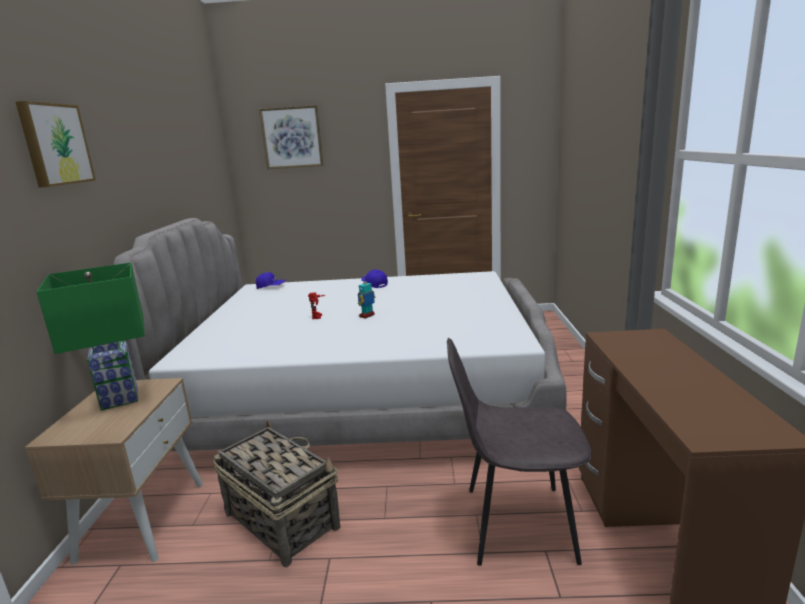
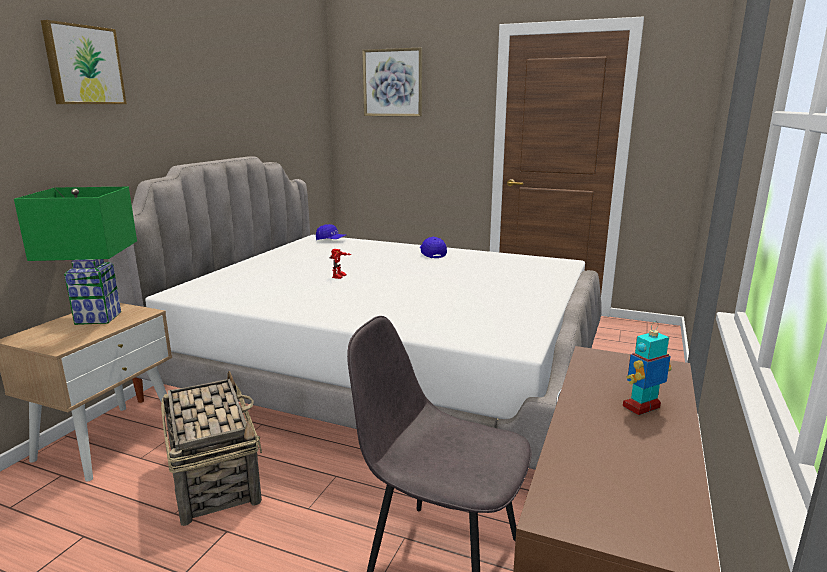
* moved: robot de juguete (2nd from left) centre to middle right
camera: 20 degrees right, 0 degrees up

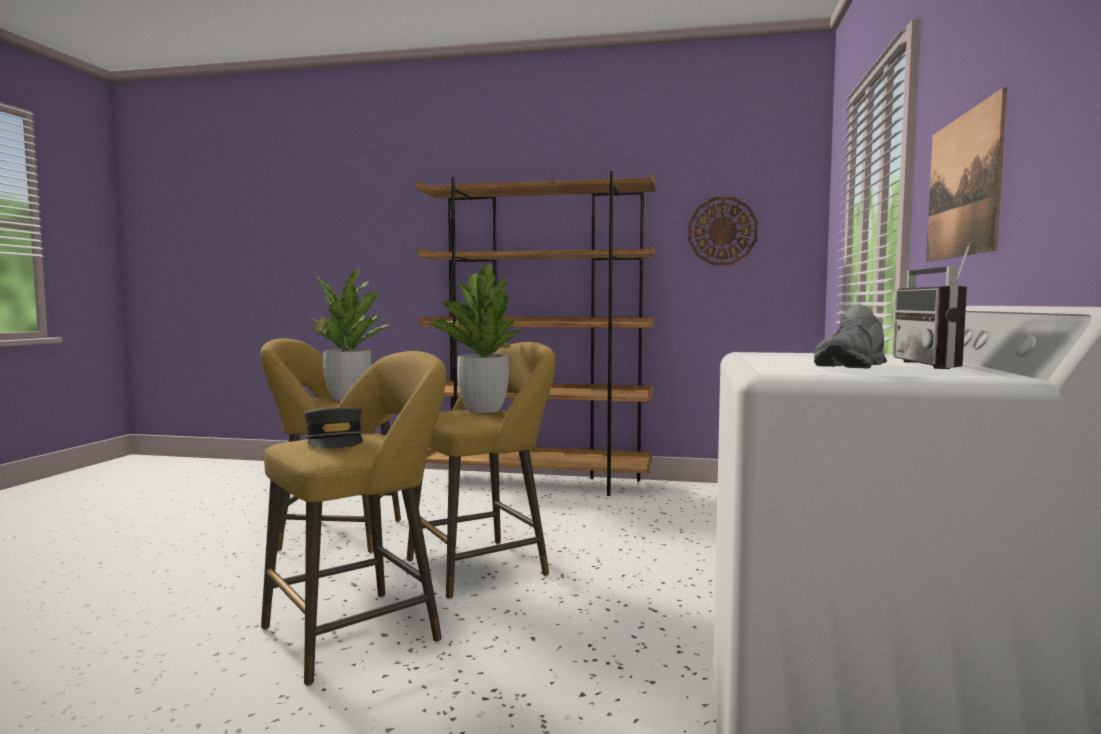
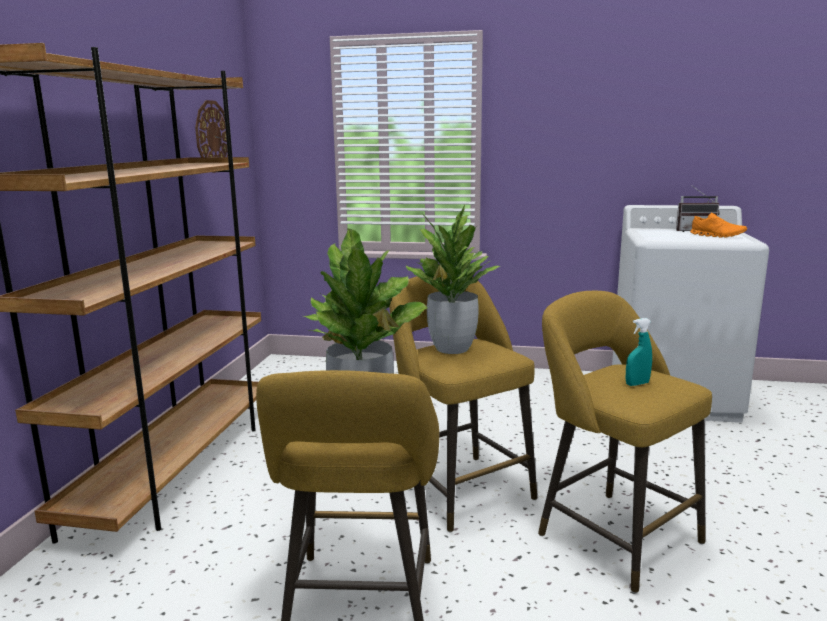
* replaced: gorra (gris) middle left to pulverizador (turquesa) middle right
* recoloured: zapato (gris) middle right to zapato (naranja) middle right
* removed: cuadro top right
camera: 90 degrees left, 10 degrees up

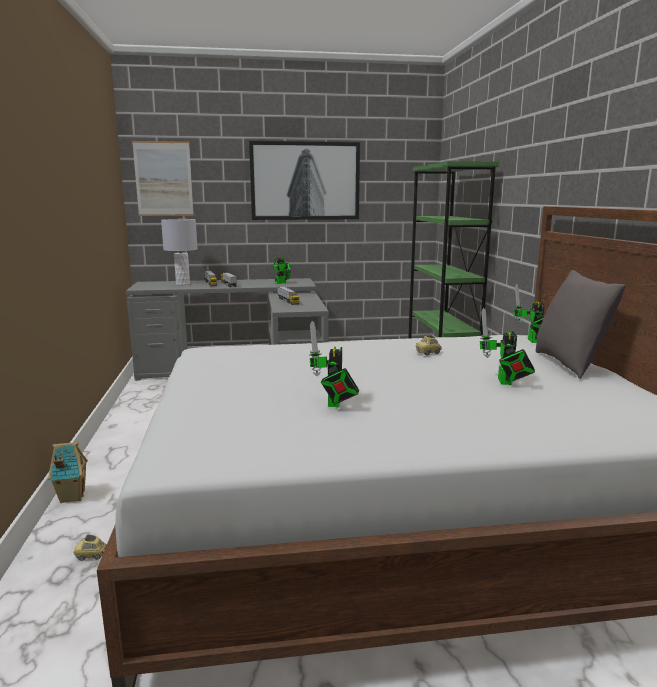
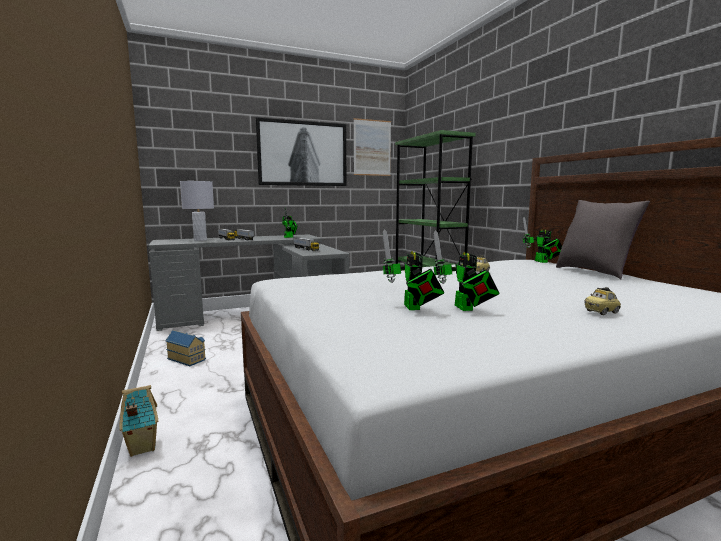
* moved: coche de juguete (1st from left in the first image) bottom left to coche de juguete (2nd from left) middle right
* moved: cuadro (1st from left in the first image) top left to cuadro (2nd from left) top centre
* moved: robot de juguete (3rd from left in the first image) middle right to robot de juguete (2nd from left) centre
* added: casita (2nd from left) middle left
camera: 15 degrees left, 5 degrees down

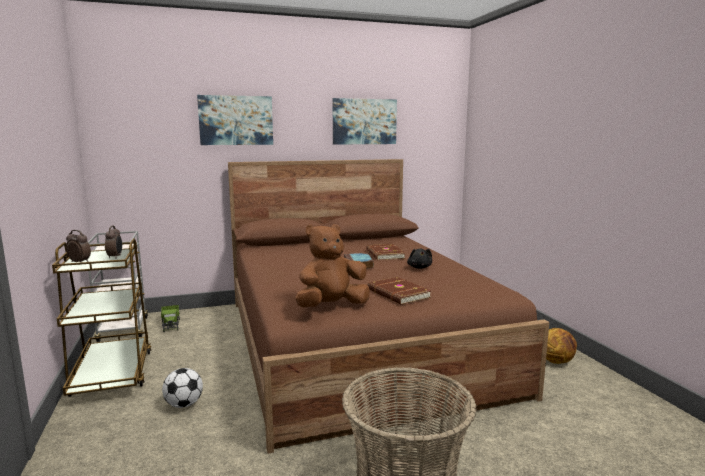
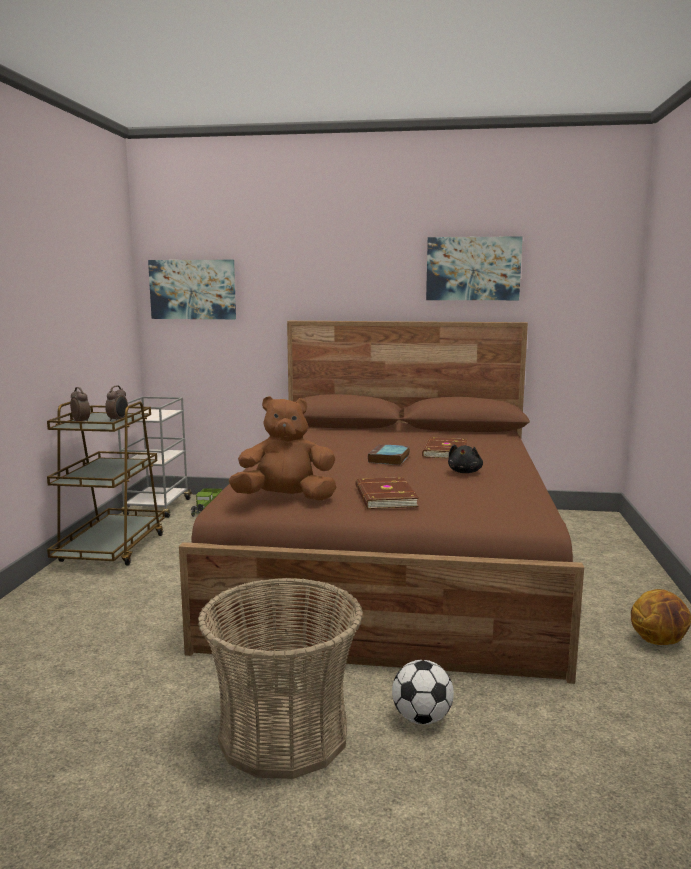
* moved: balón de fútbol bottom left to bottom centre
* moved: cuadro (1st from left) top centre to top left
camera: 25 degrees right, 0 degrees up

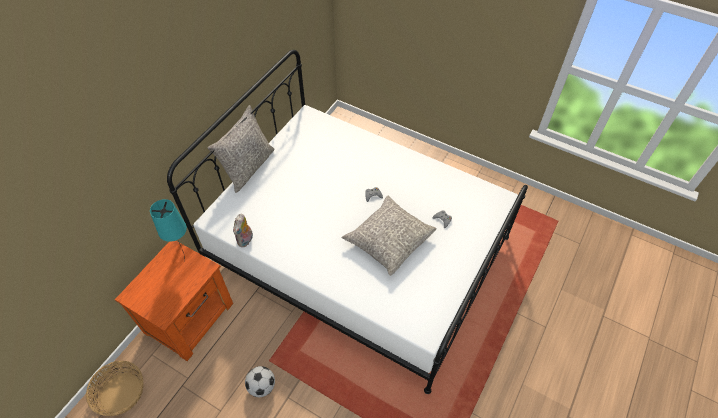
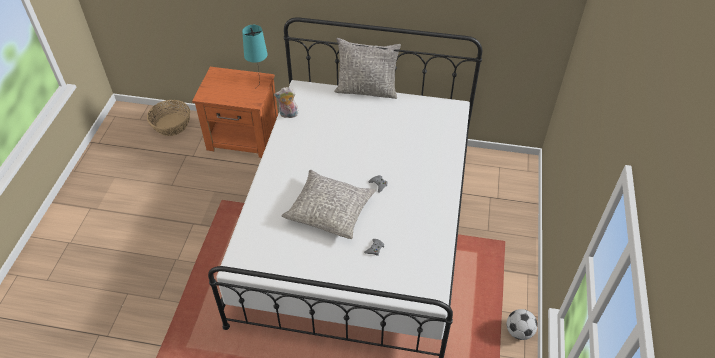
* moved: balón de fútbol bottom centre to bottom right
camera: 70 degrees right, 5 degrees down

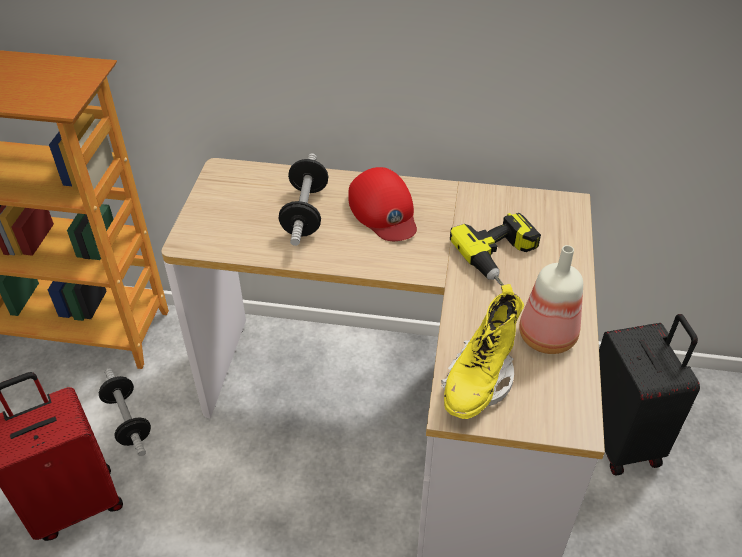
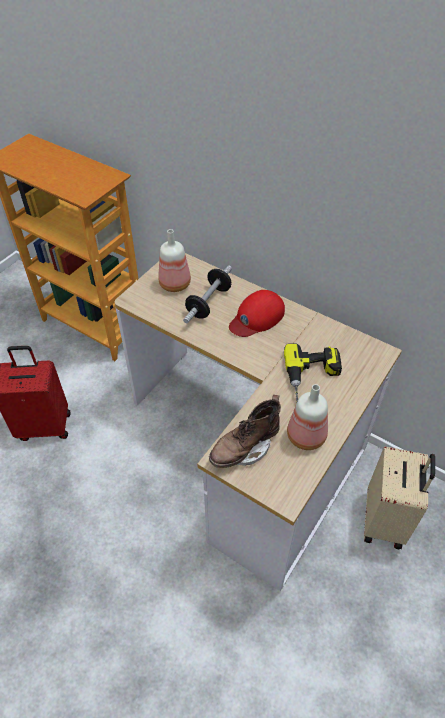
* removed: mancuerna (1st from left) bottom left
* turned: gorra (rojo) centre = centre 45 degrees clockwise
* recoloured: bota (amarillo) centre to bota (marrón) centre
* recoloured: maleta (negro) bottom right to maleta (beis) bottom right
* added: botella (1st from left) centre
camera: 25 degrees right, 5 degrees up

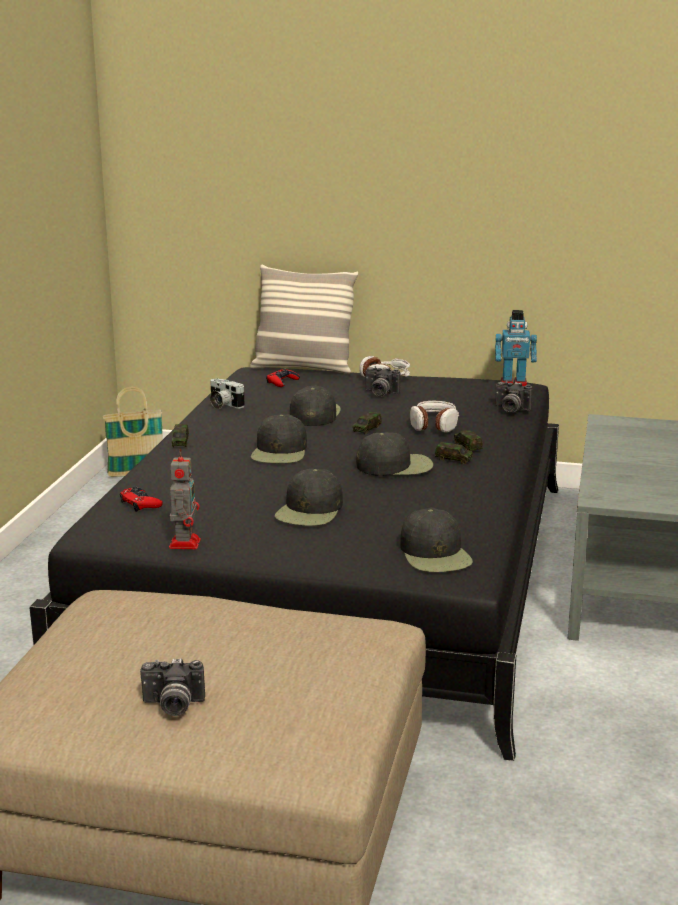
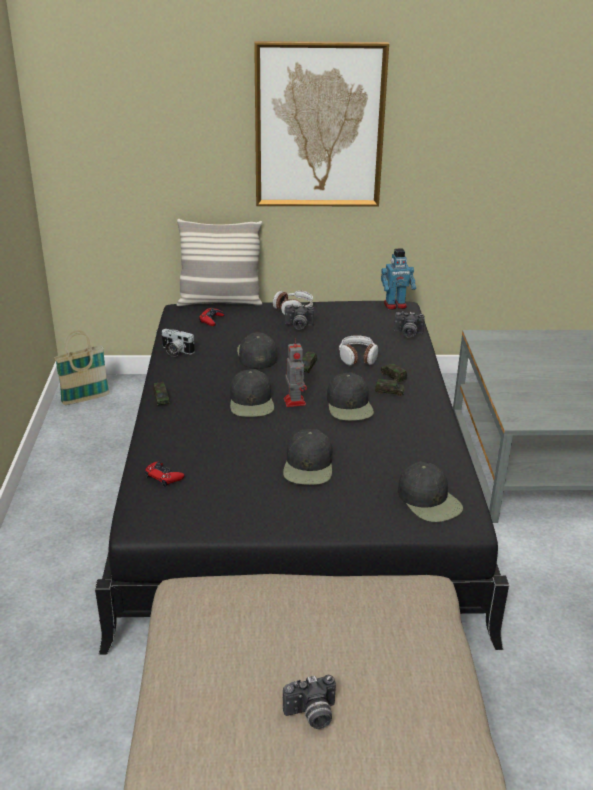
* moved: robot de juguete (1st from left) middle left to centre
* turned: gorra (negro) (4th from left) centre = centre 105 degrees clockwise
* added: cuadro top centre
camera: 15 degrees left, 10 degrees up

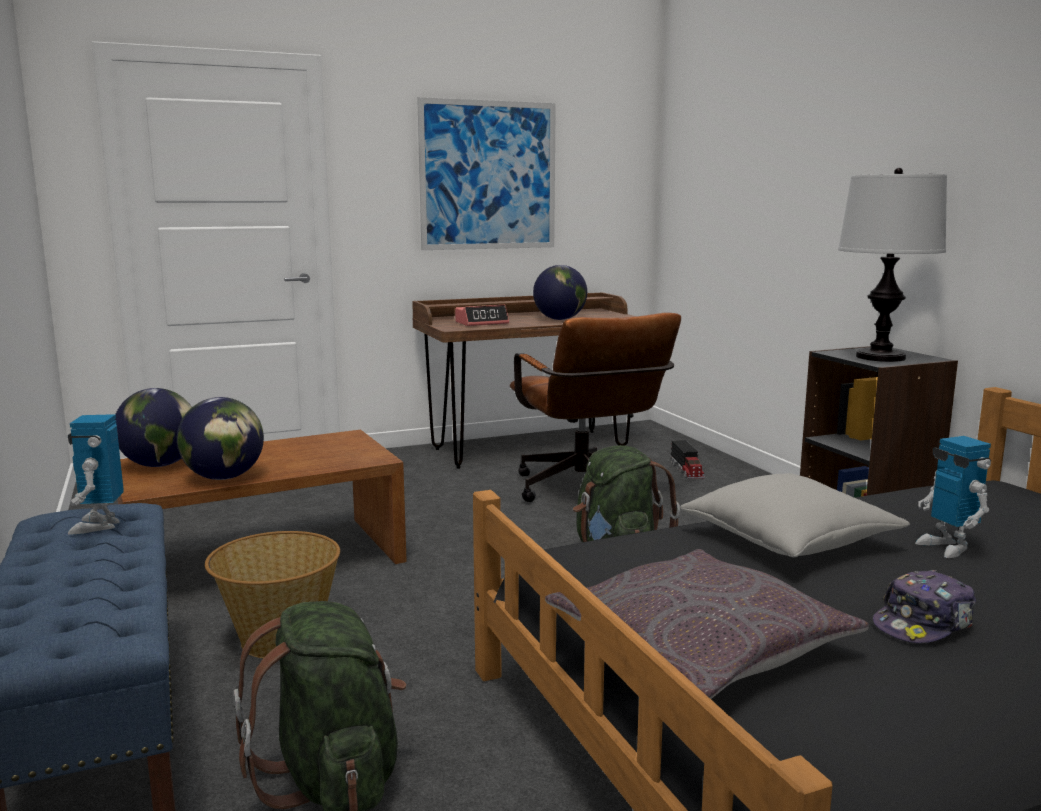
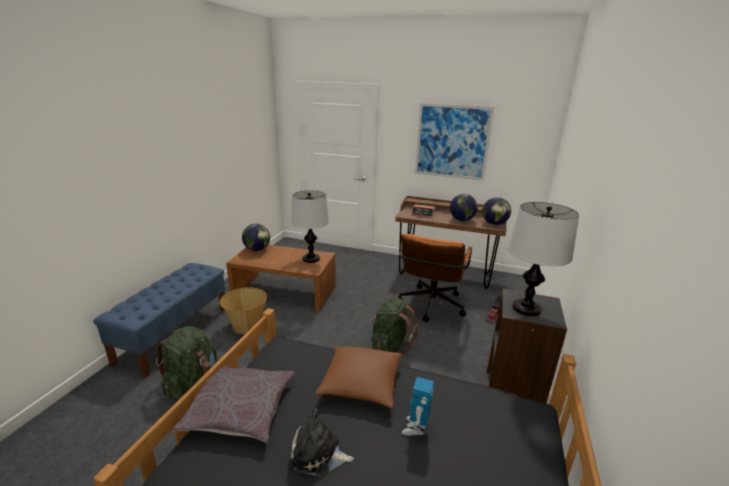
* removed: robot de juguete (1st from left) middle left
* moved: globo terráqueo (2nd from left in the first image) middle left to globo terráqueo (3rd from left) middle right
* recoloured: cojín (gris) (2nd from left) middle right to cojín (marrón) bottom centre
* replaced: gorra bottom right to peluche bottom centre
* added: lámpara de mesa (1st from left) centre
camera: 40 degrees right, 10 degrees up

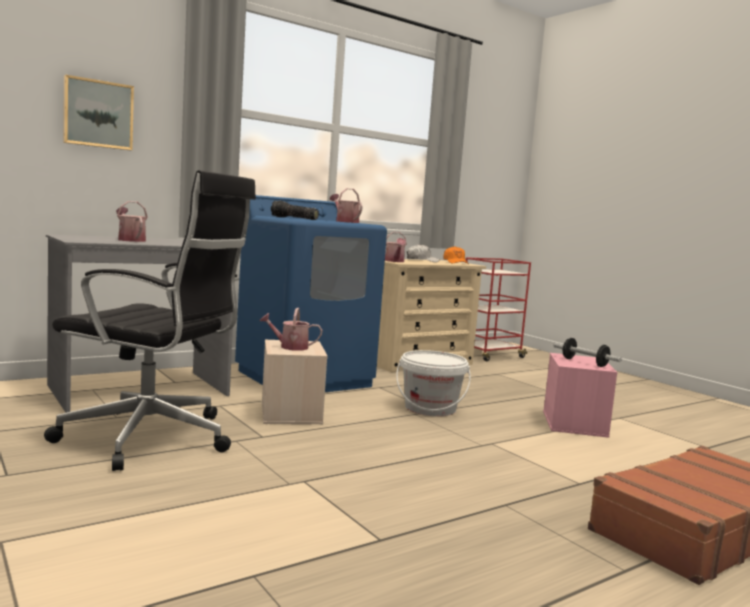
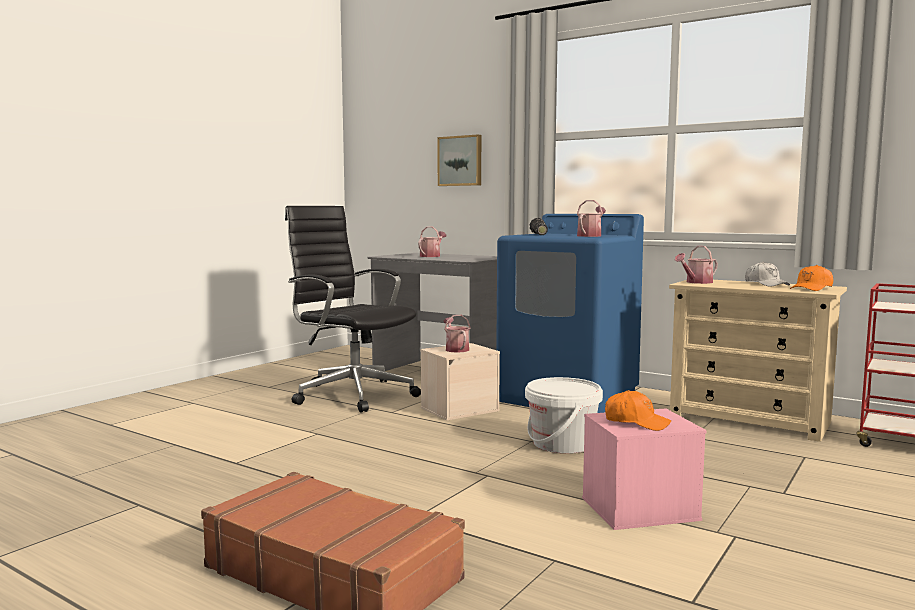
* turned: silla de oficina (negro) middle left = centre 135 degrees clockwise
* replaced: mancuerna middle right to gorra (naranja) (1st from left) bottom right
camera: 70 degrees right, 0 degrees up

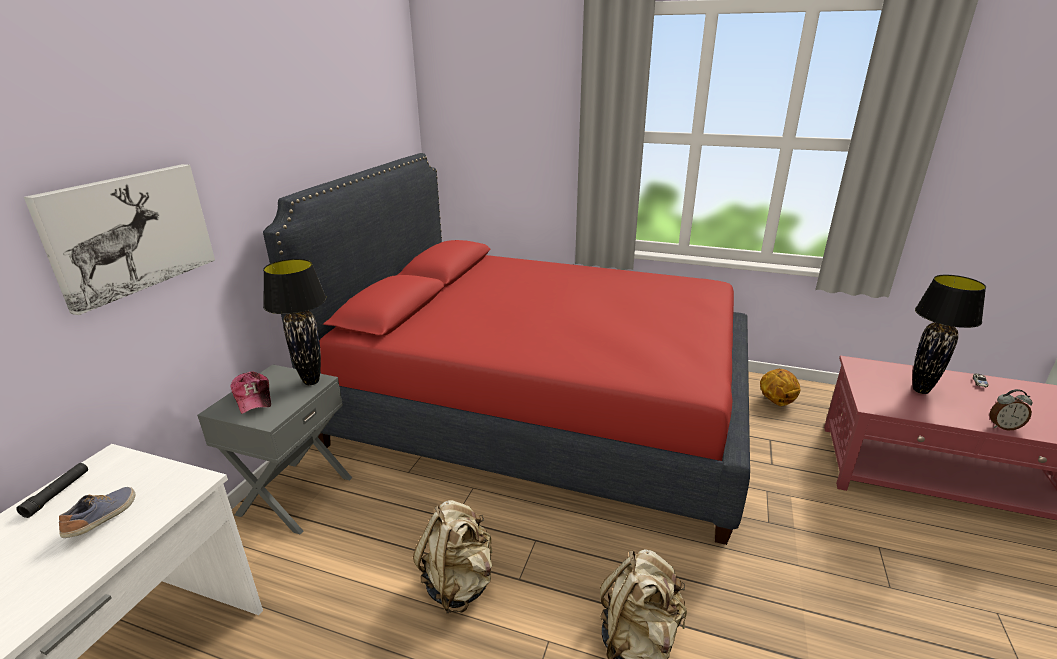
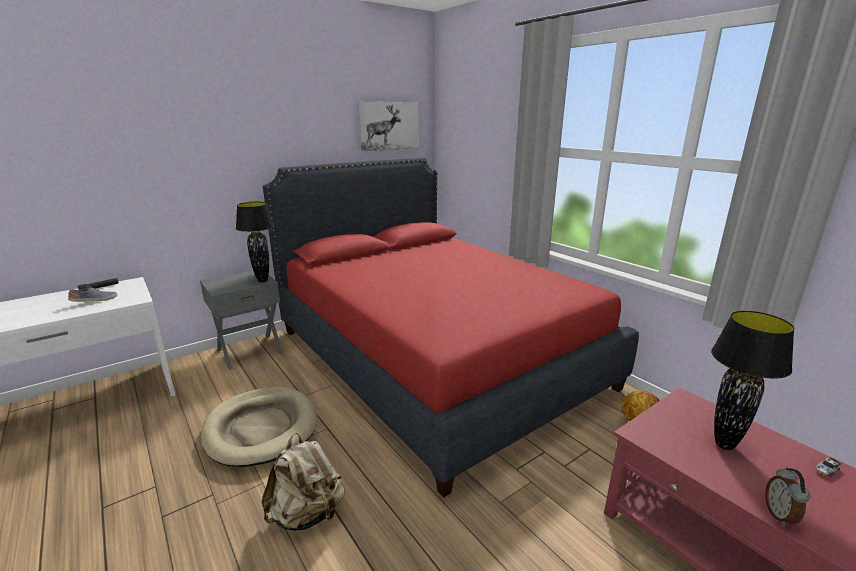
* moved: cuadro middle left to top centre
* removed: gorra middle left
* replaced: mochila (beis) (1st from left) bottom centre to cama para perro (beis) bottom left
* turned: despertador middle right = bottom right 60 degrees clockwise
camera: 35 degrees right, 5 degrees down

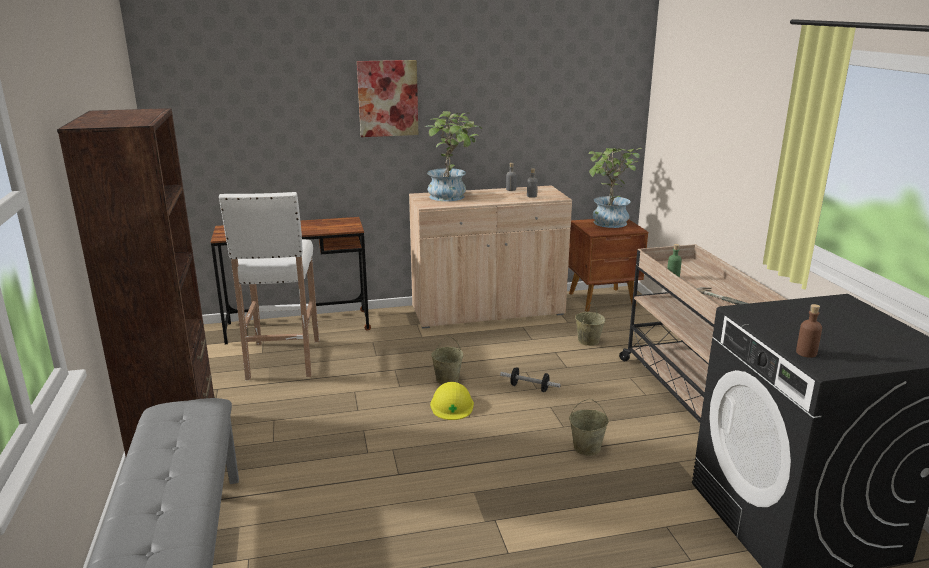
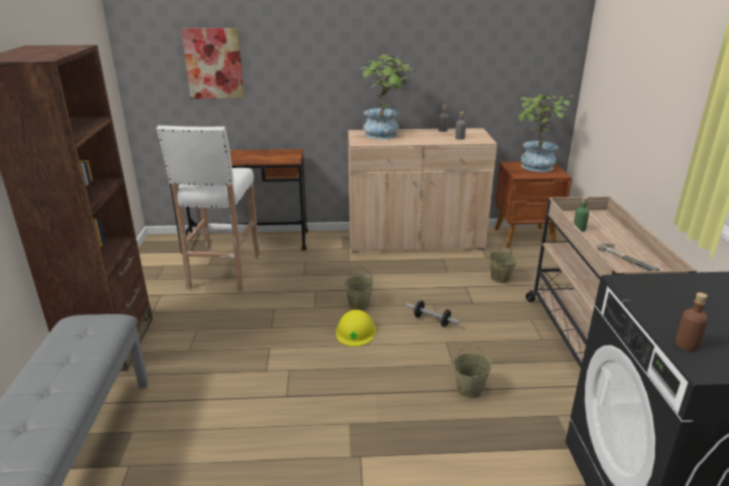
* moved: cuadro top centre to top left
camera: 10 degrees right, 5 degrees up

